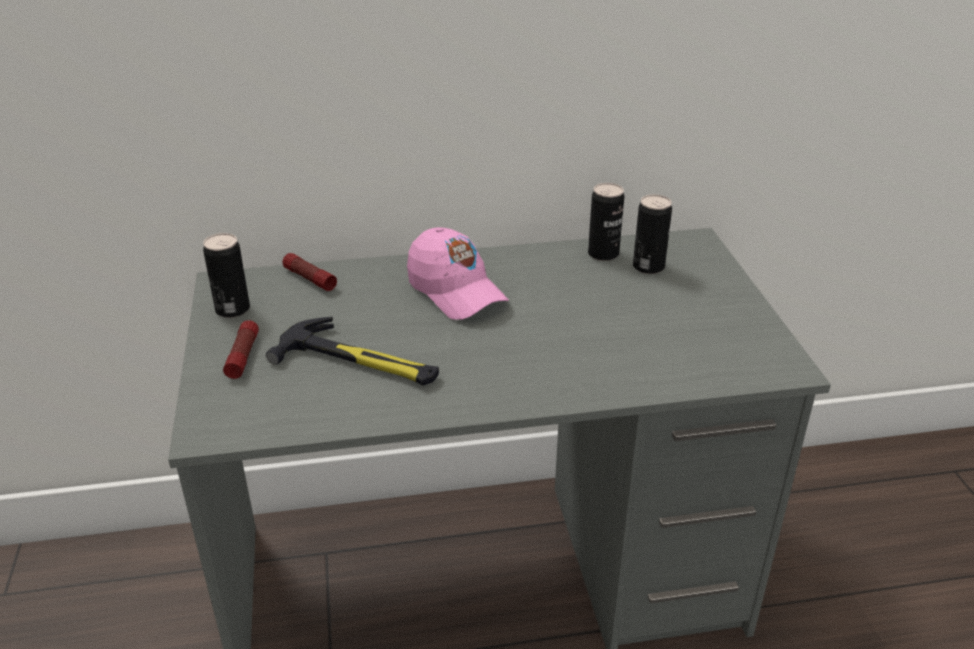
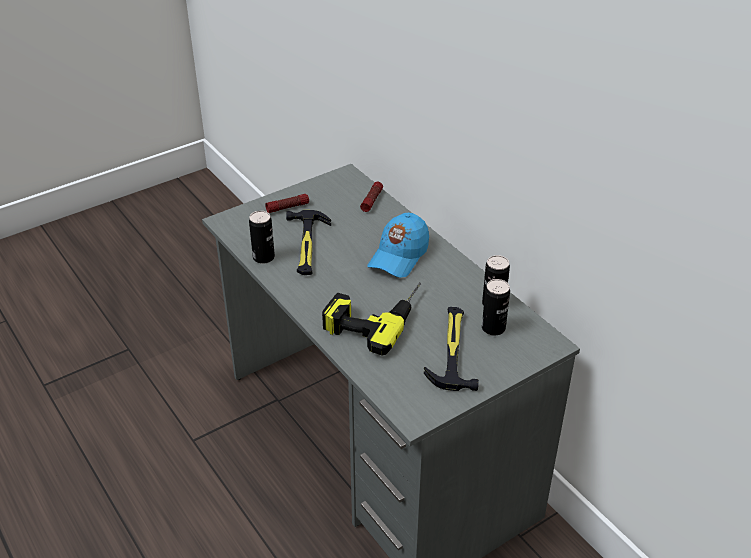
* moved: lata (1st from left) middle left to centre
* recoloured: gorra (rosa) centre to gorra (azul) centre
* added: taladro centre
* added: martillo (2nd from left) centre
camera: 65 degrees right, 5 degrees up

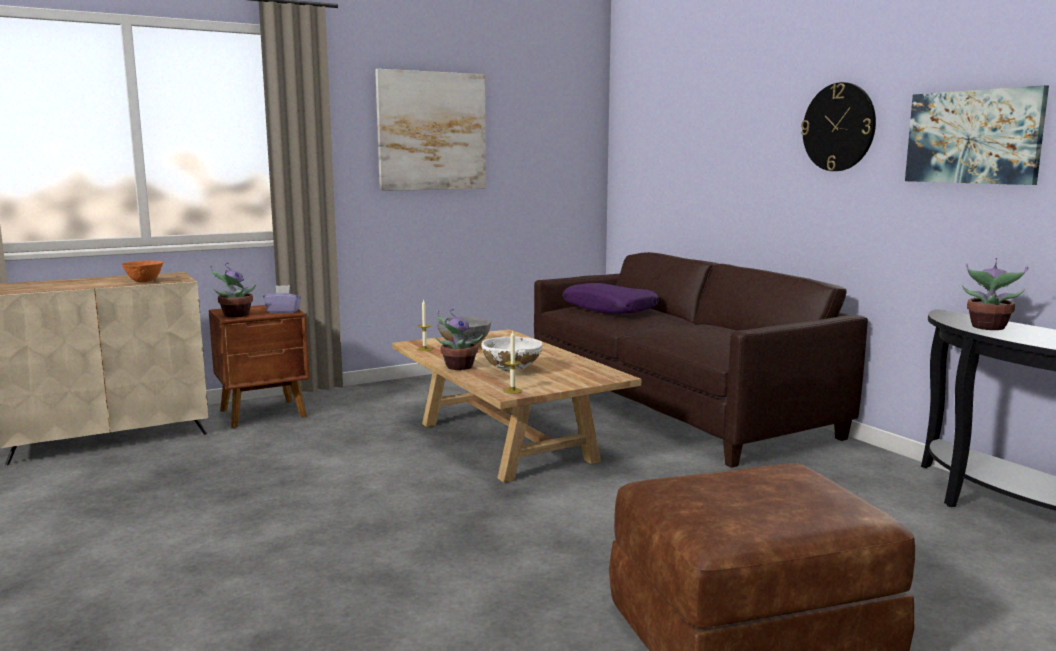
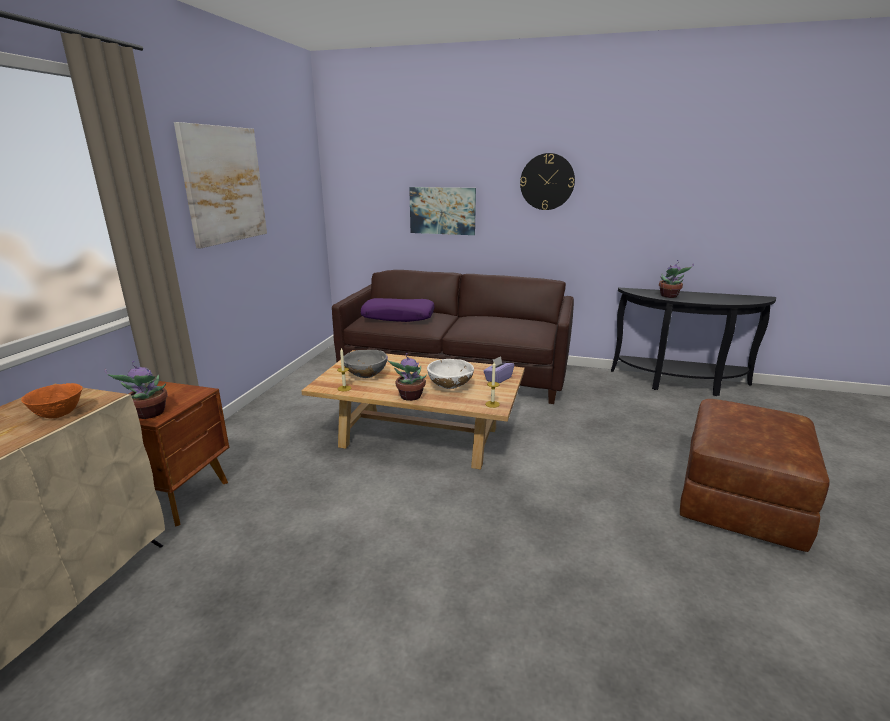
* moved: caja de pañuelos (morado) middle left to centre
* moved: cuadro (2nd from left) top right to top centre
camera: 45 degrees left, 10 degrees up

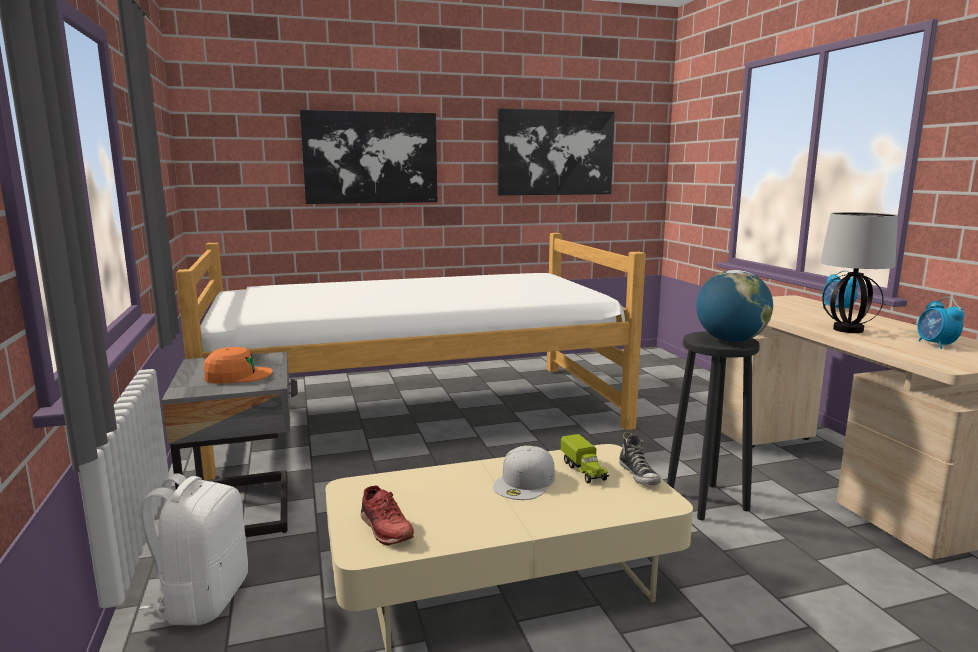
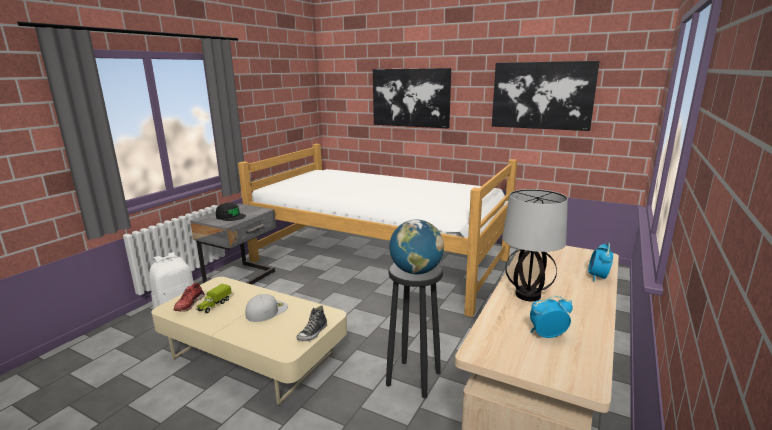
* recoloured: gorra (naranja) middle left to gorra (negro) middle left
* turned: gorra (blanco) bottom centre = bottom centre 150 degrees clockwise
* moved: camión de juguete bottom centre to bottom left
* turned: despertador (2nd from left in the first image) middle right = bottom right 45 degrees clockwise
camera: 45 degrees right, 5 degrees up

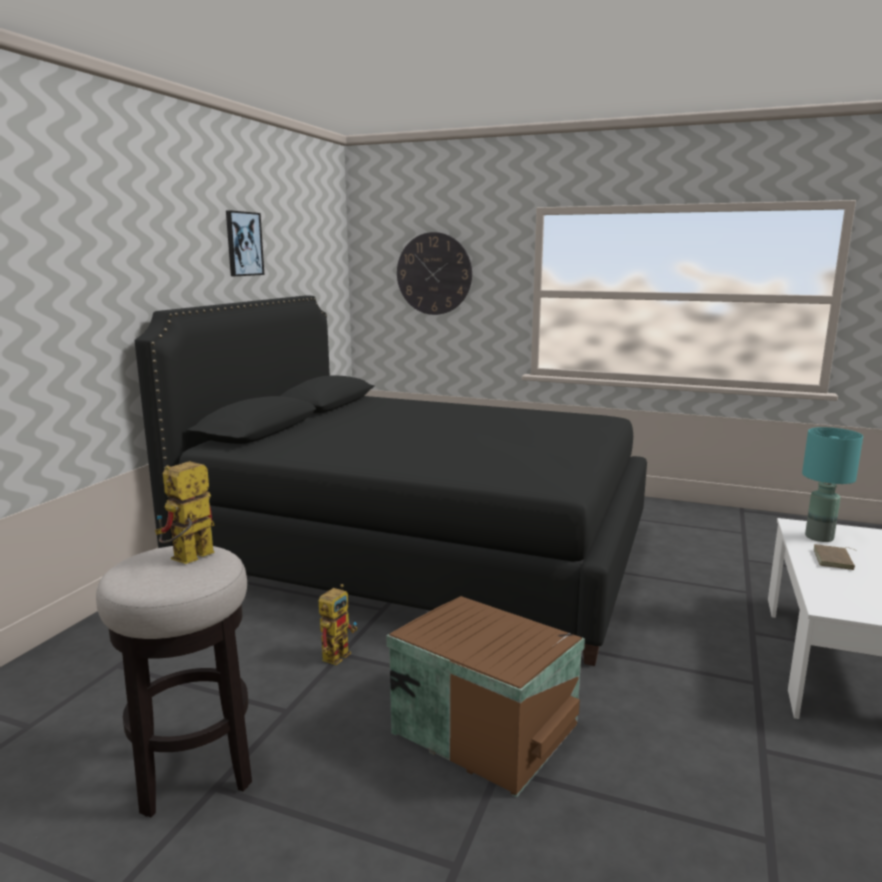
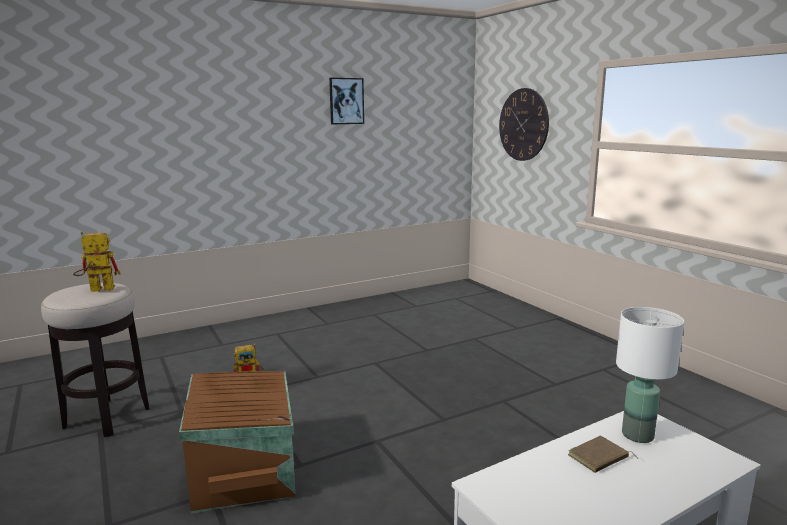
* removed: cama (negro) centre
* recoloured: lámpara de mesa (turquesa) middle right to lámpara de mesa (blanco) bottom right
camera: 40 degrees right, 0 degrees up

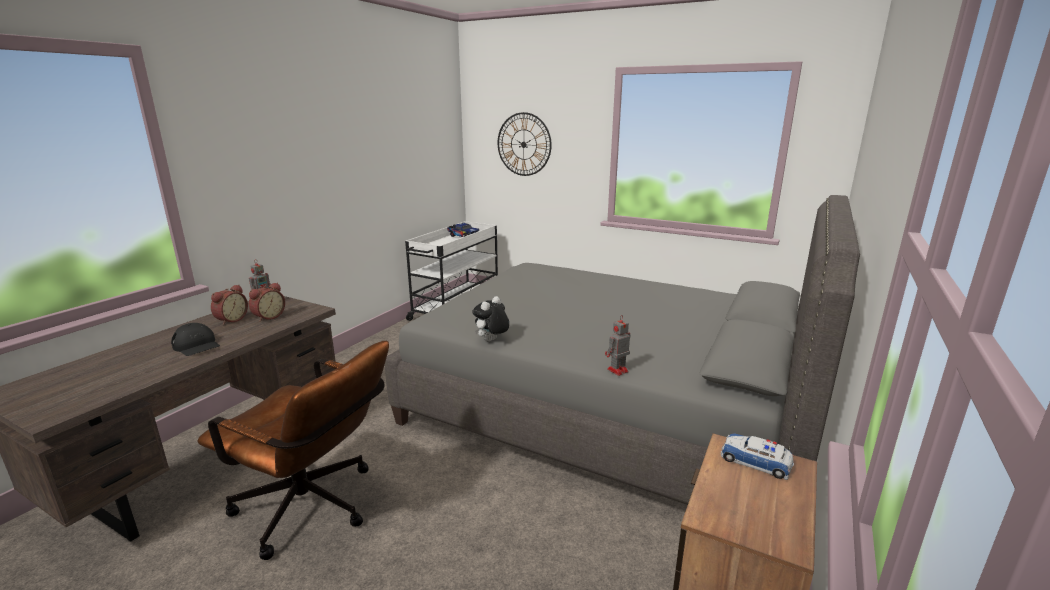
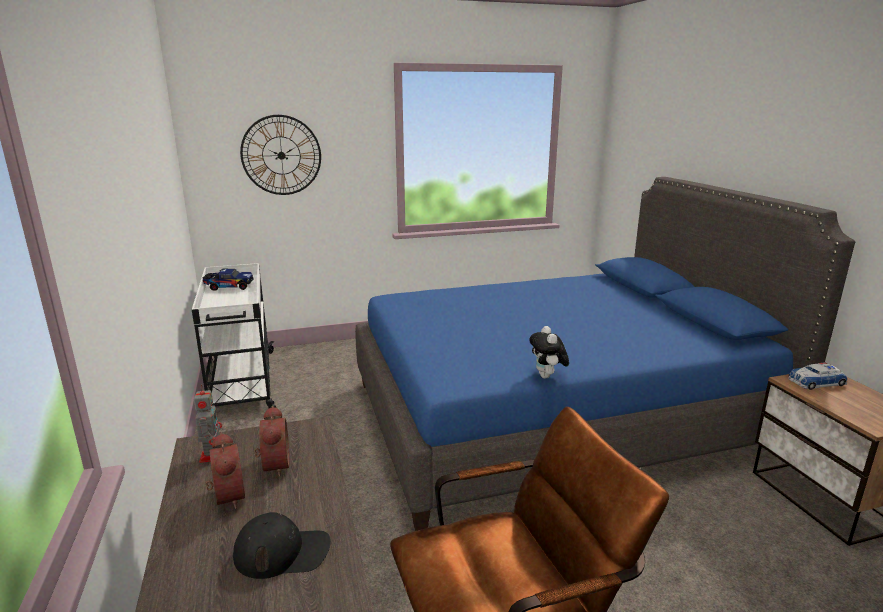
* recoloured: cama (gris) centre to cama (azul) middle right
* removed: robot de juguete (2nd from left) centre
camera: 45 degrees left, 0 degrees up

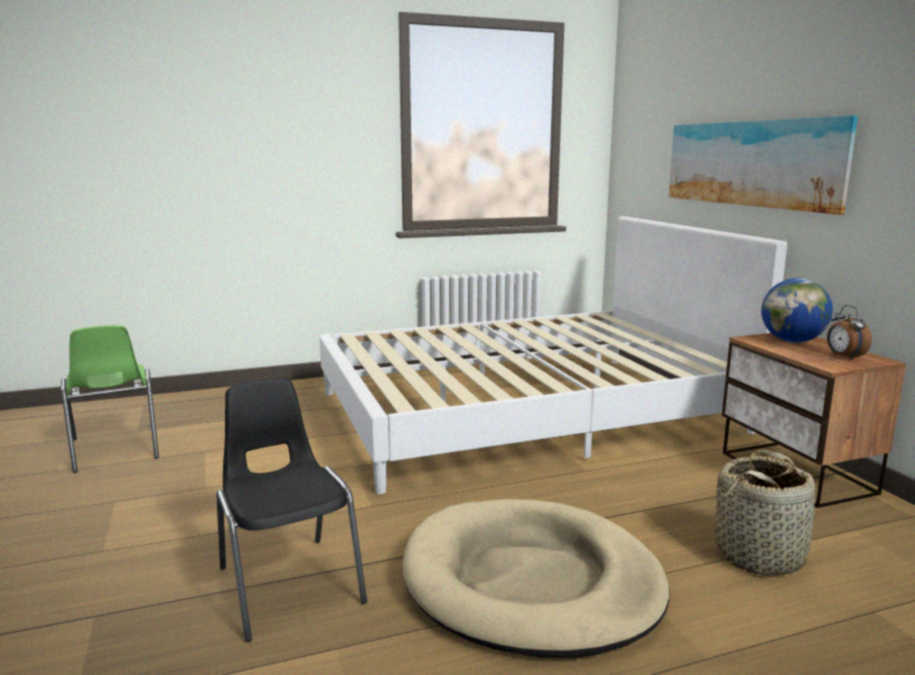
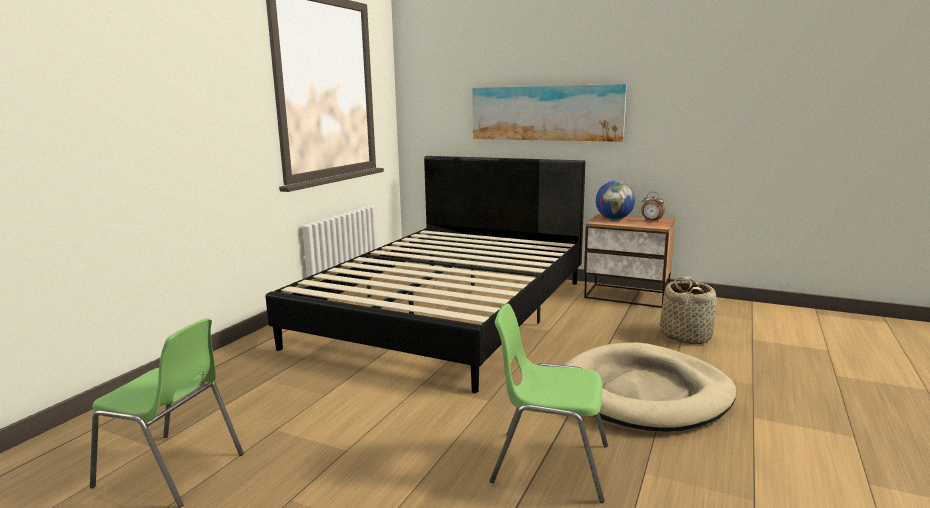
* recoloured: silla (negro) bottom left to silla (verde) (2nd from left) bottom centre
* recoloured: cama (blanco) centre to cama (negro) centre
camera: 45 degrees left, 0 degrees up

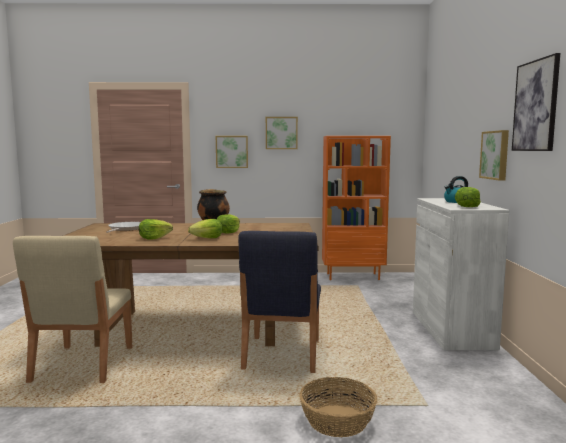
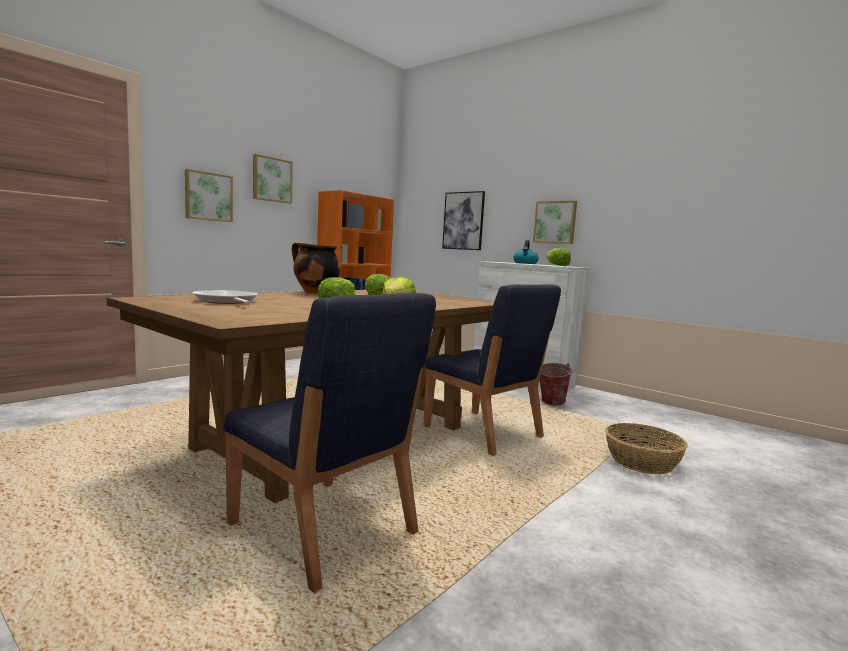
* recoloured: silla (beis) bottom left to silla (azul) (1st from left) bottom centre
* moved: cuadro (4th from left in the first image) top right to cuadro (3rd from left) centre
* added: cubo centre
camera: 50 degrees left, 0 degrees up

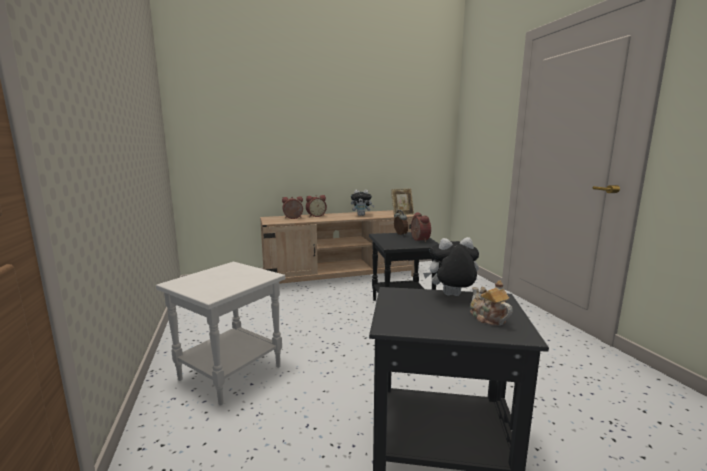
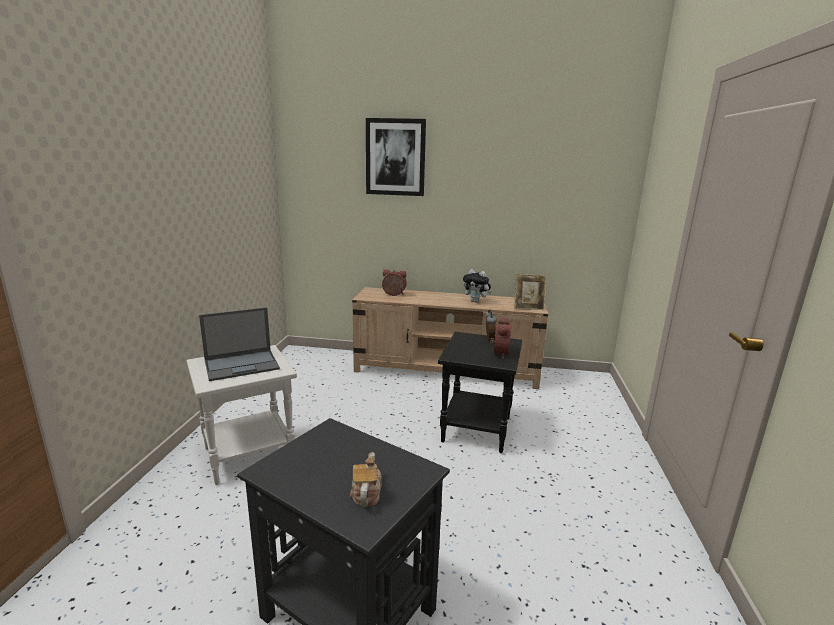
* removed: despertador (2nd from left) centre
* removed: peluche (2nd from left) centre
* added: portátil middle left
* added: cuadro top centre
camera: 25 degrees right, 5 degrees up

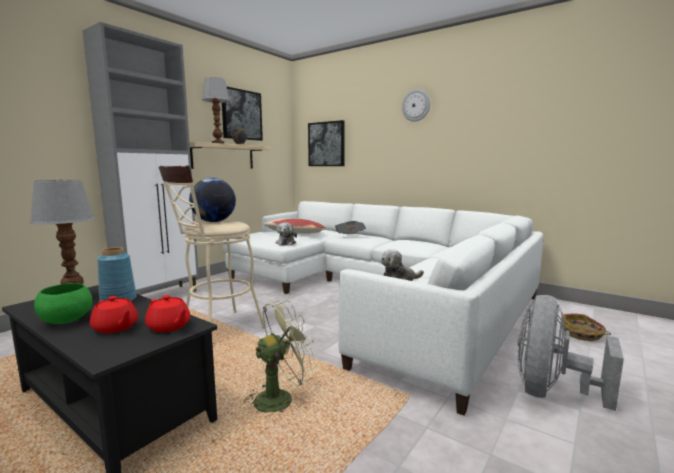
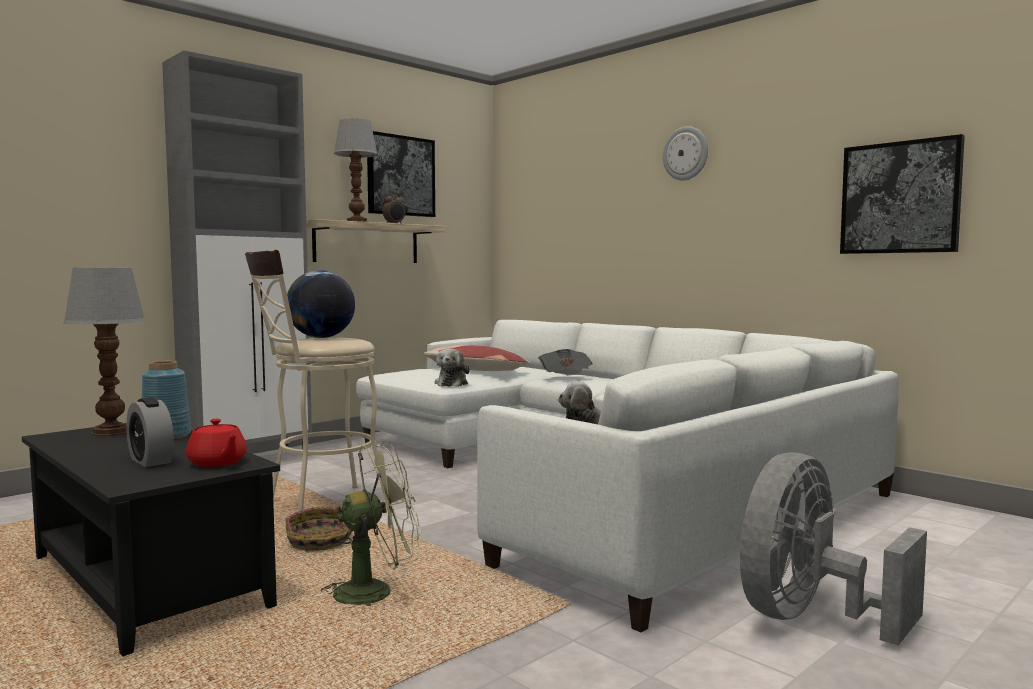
* removed: cuenco (verde) middle left
* replaced: tetera (rojo) (1st from left) middle left to despertador (1st from left) middle left
* moved: cuadro (2nd from left) top centre to top right
* moved: cesta bottom right to bottom left
camera: 10 degrees right, 5 degrees down

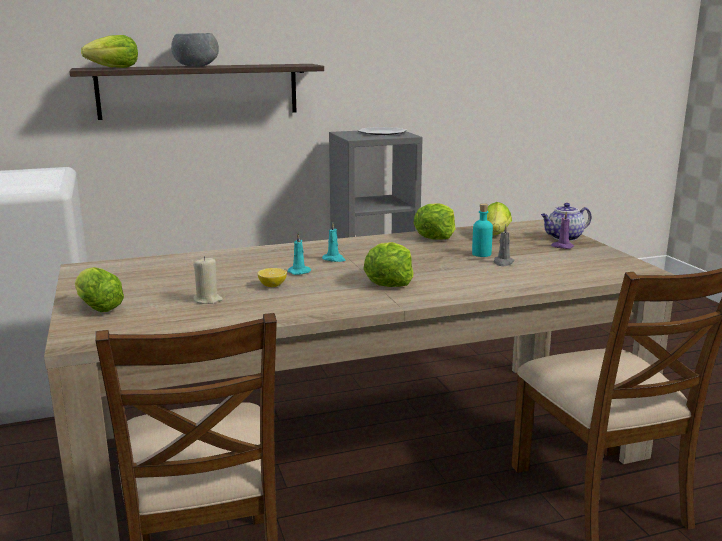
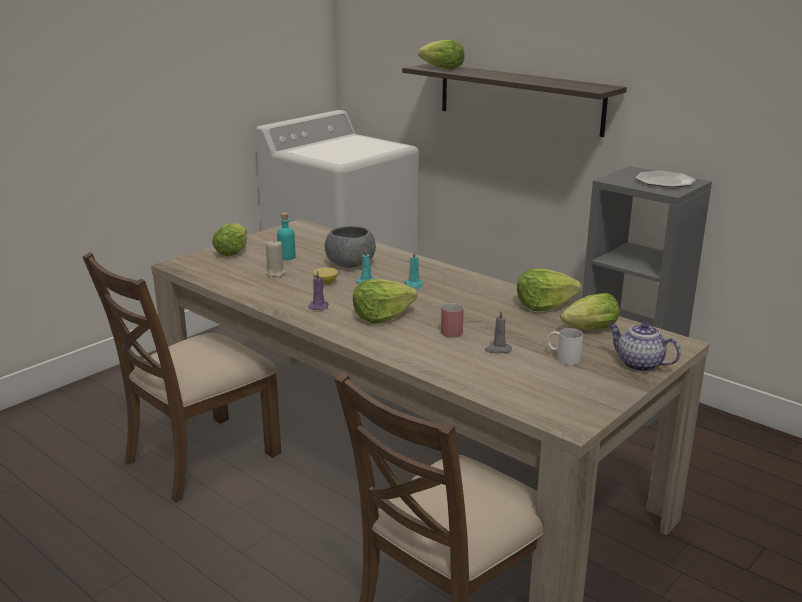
* moved: cuenco (gris) top left to centre
* moved: botella (turquesa) middle right to centre
* moved: vela (morado) middle right to centre
* added: taza grande (rojo) centre
* added: taza grande (blanco) middle right
camera: 60 degrees right, 5 degrees up

